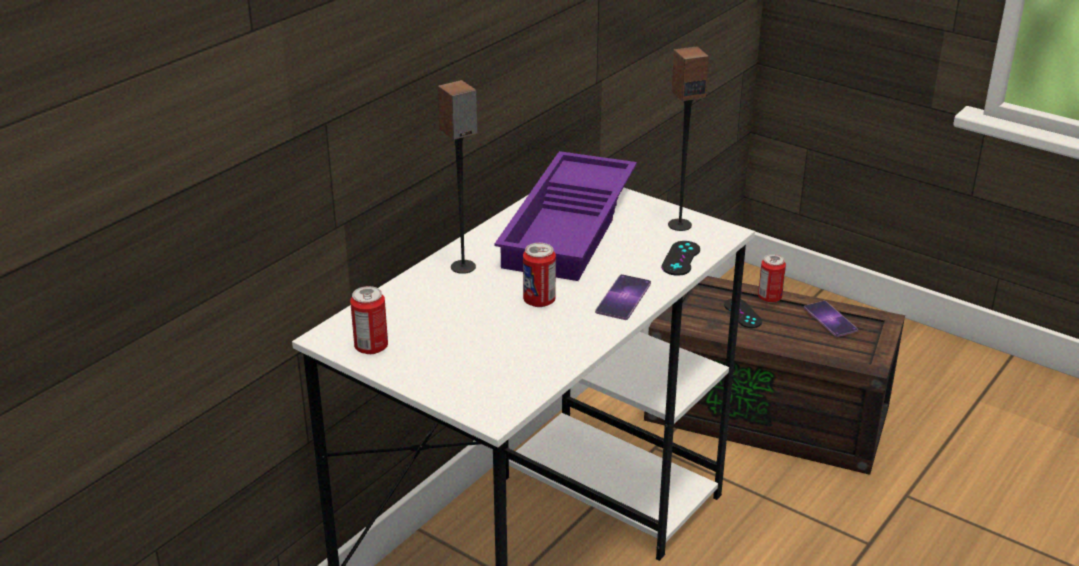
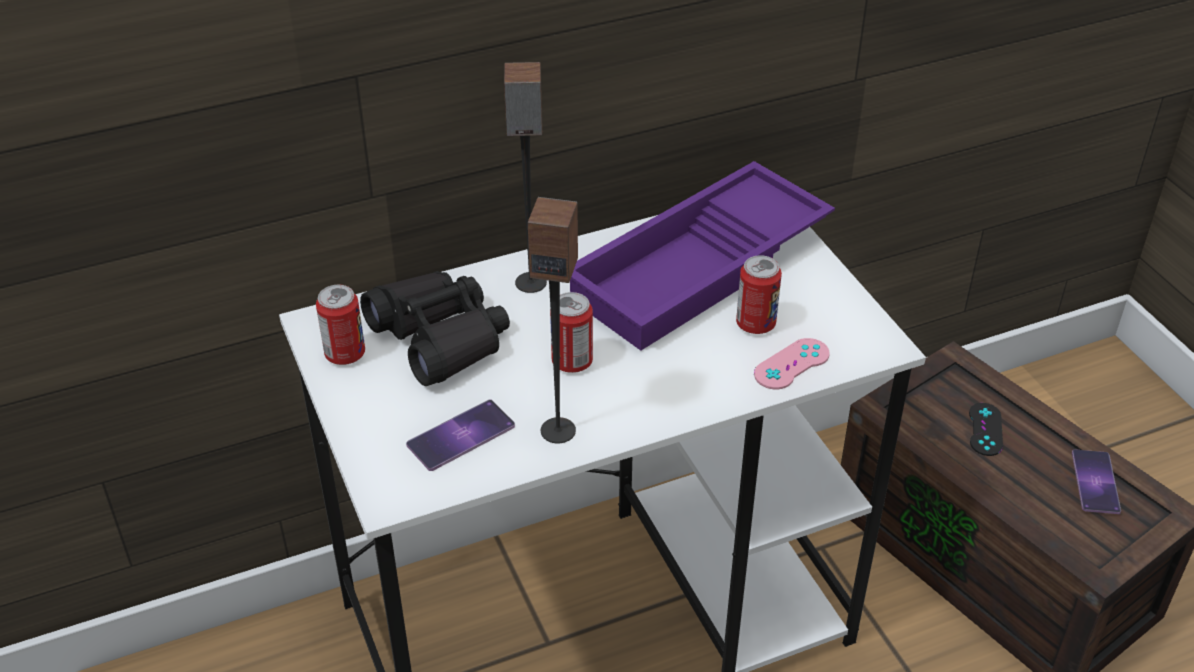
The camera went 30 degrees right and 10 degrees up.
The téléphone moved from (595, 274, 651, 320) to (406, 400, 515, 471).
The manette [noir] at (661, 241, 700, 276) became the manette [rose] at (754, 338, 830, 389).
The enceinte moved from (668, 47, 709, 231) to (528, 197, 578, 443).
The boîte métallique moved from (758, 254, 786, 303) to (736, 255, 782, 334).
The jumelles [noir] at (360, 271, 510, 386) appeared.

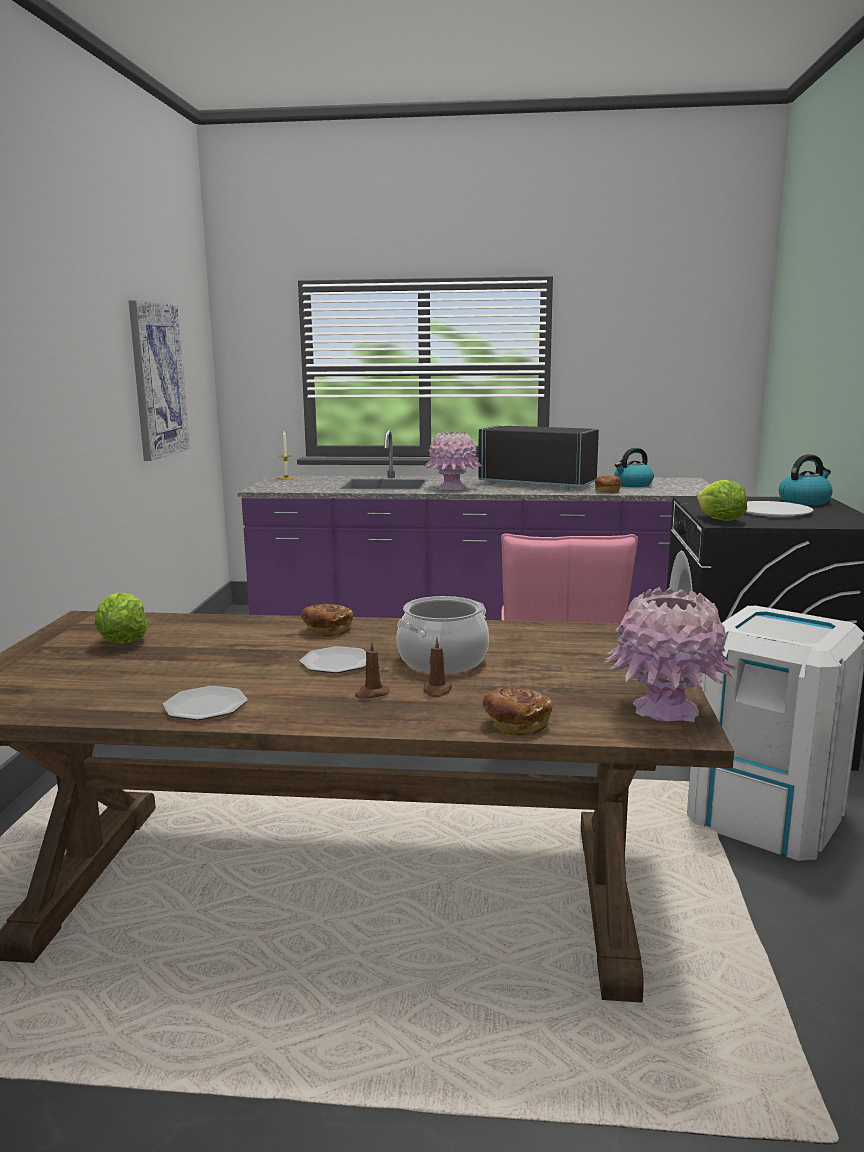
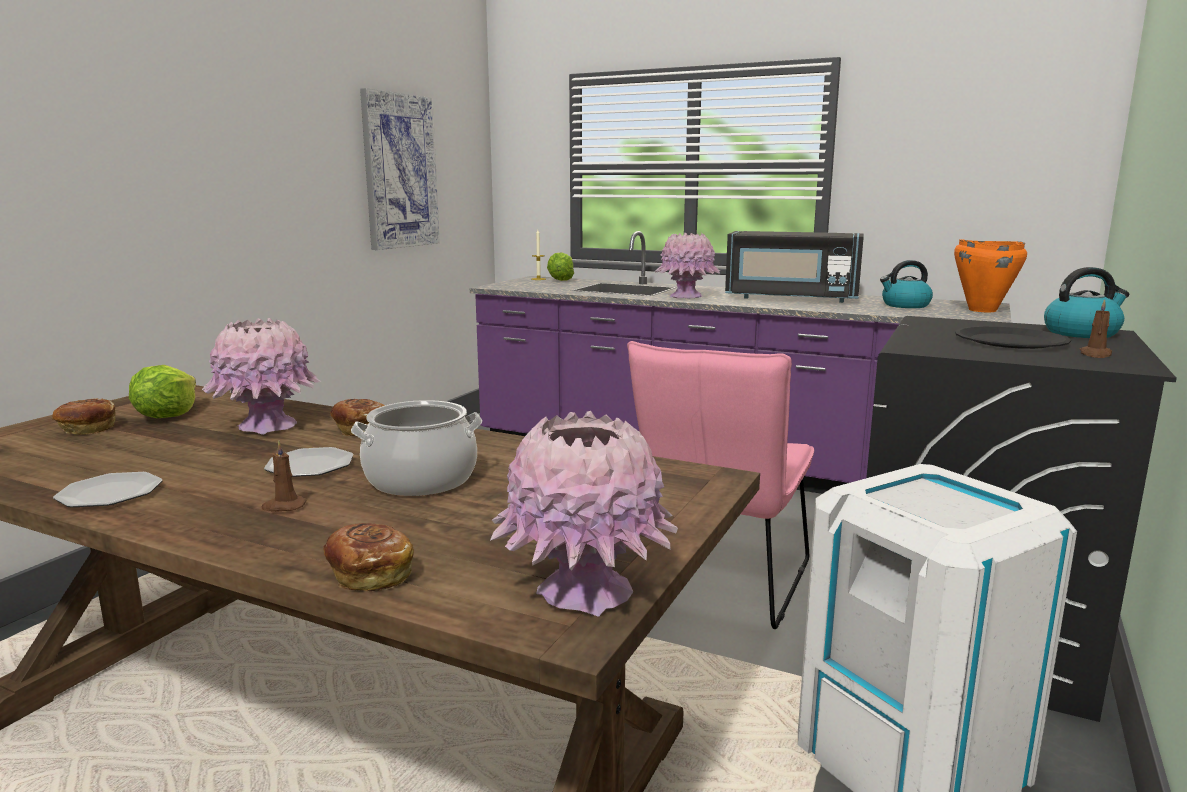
The camera went 20 degrees right and 0 degrees up.
The bougie [marron] moved from (423, 637, 452, 698) to (1080, 299, 1112, 358).
The micro-ondes [noir] at (478, 426, 599, 490) turned 150 degrees clockwise.
The pain moved from (595, 475, 621, 493) to (52, 398, 116, 435).
The laitue moved from (697, 480, 747, 521) to (547, 252, 574, 281).
The assiette [blanc] at (746, 501, 814, 517) became the assiette [noir] at (955, 326, 1071, 349).
The vase [rose] at (201, 318, 321, 435) appeared.
The marmite [orange] at (954, 239, 1027, 312) appeared.

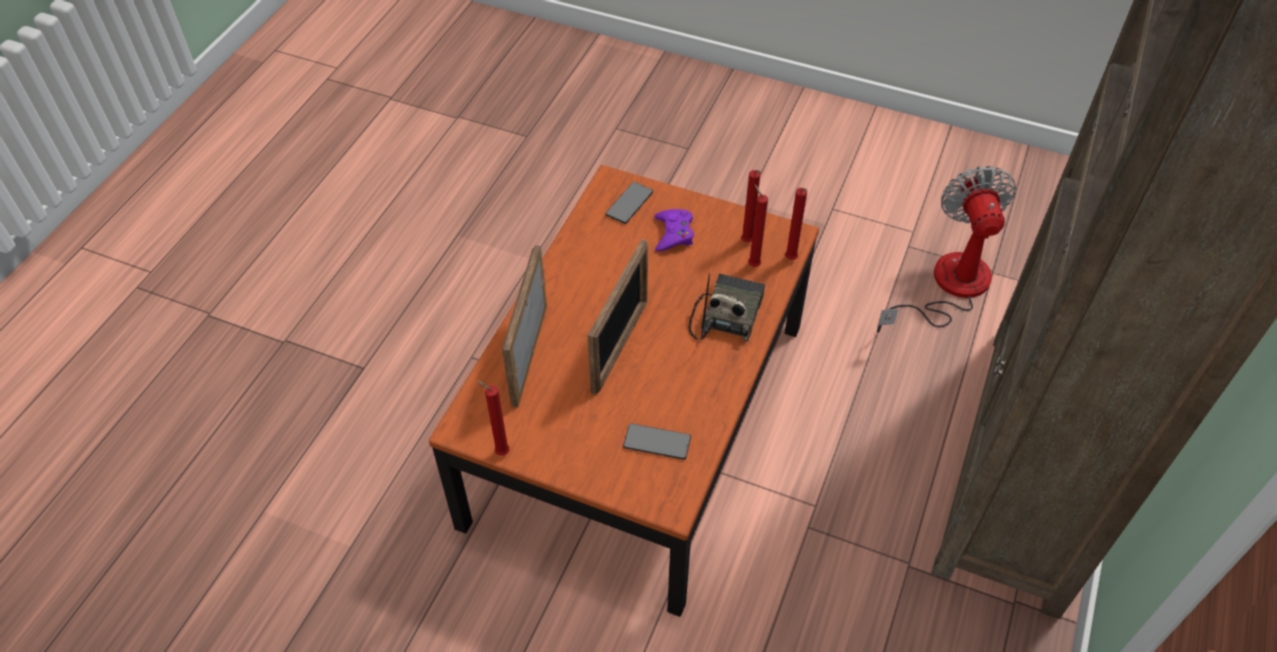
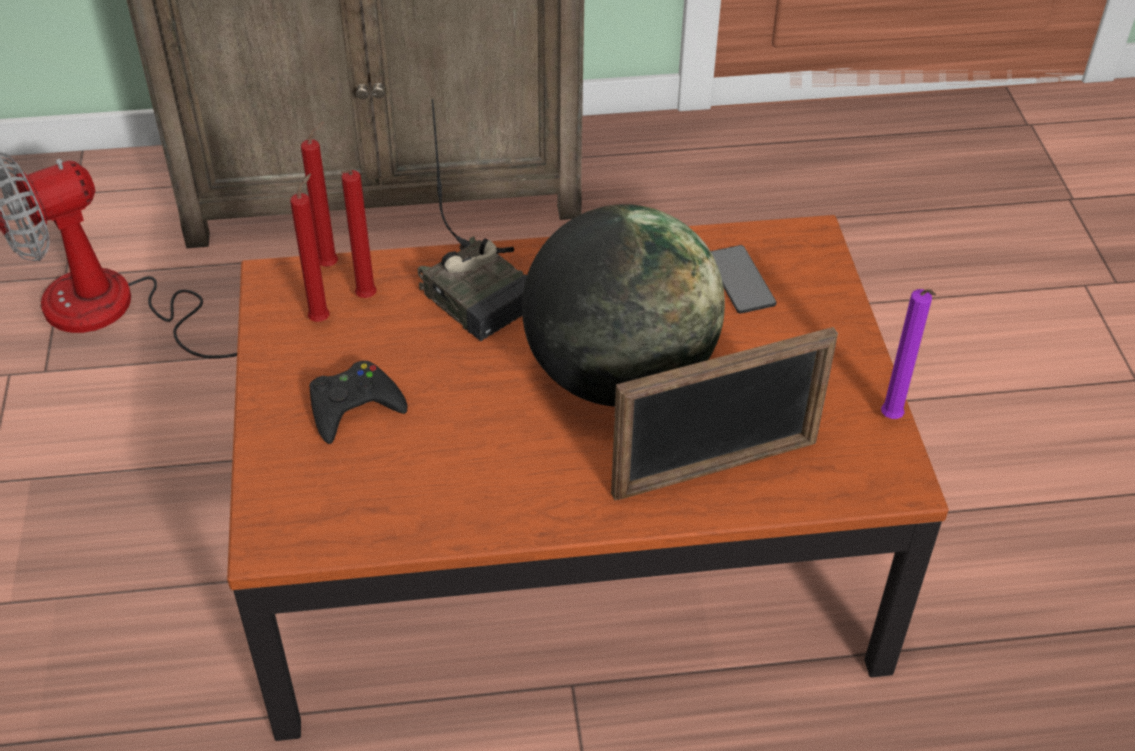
The camera went 120 degrees left and 5 degrees down.
The bougie [rouge] at (477, 381, 510, 456) became the bougie [violet] at (881, 289, 936, 419).
The cadre photo at (587, 239, 648, 395) was replaced by the globe at (522, 204, 725, 407).
The téléphone at (606, 182, 653, 224) disappeared.
The manette [violet] at (654, 209, 694, 251) became the manette [noir] at (309, 361, 407, 444).
The radio at (688, 273, 765, 342) turned 120 degrees counterclockwise.

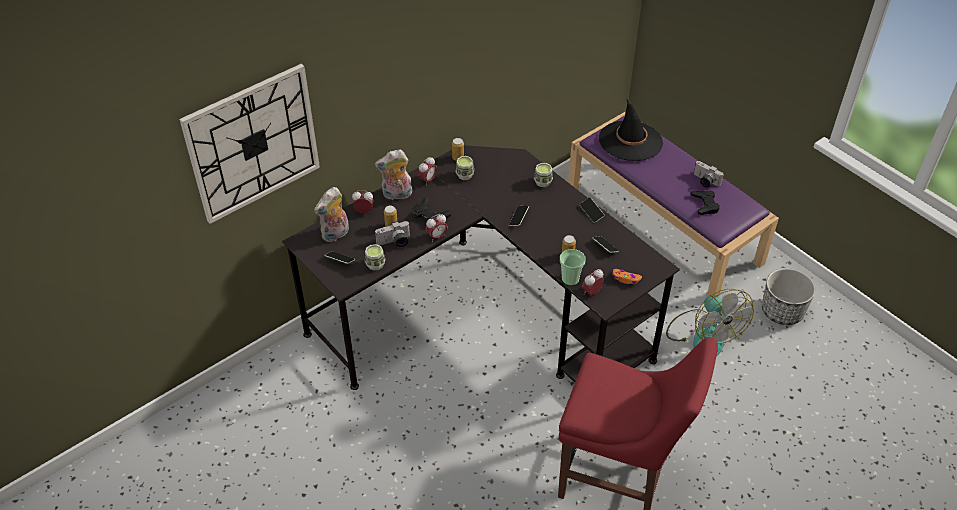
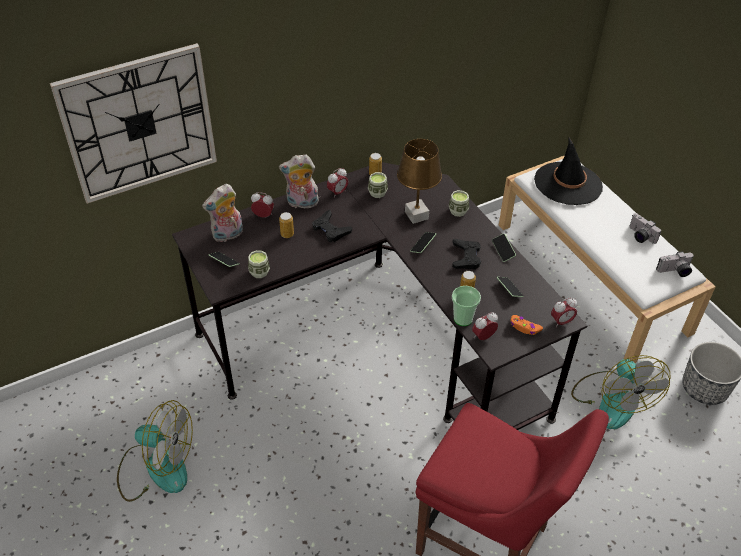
The camera went 10 degrees right and 0 degrees up.
The appareil photo moved from (375, 221, 410, 247) to (656, 251, 694, 277).
The réveil moved from (426, 214, 448, 242) to (551, 298, 577, 327).
The banc [violet] at (568, 112, 779, 297) became the banc [blanc] at (499, 155, 716, 363).
The manette [noir] moved from (690, 191, 720, 215) to (452, 239, 481, 269).
The ventilateur at (117, 400, 193, 502) appeared.
The lampe de table [marron] at (397, 139, 442, 224) appeared.

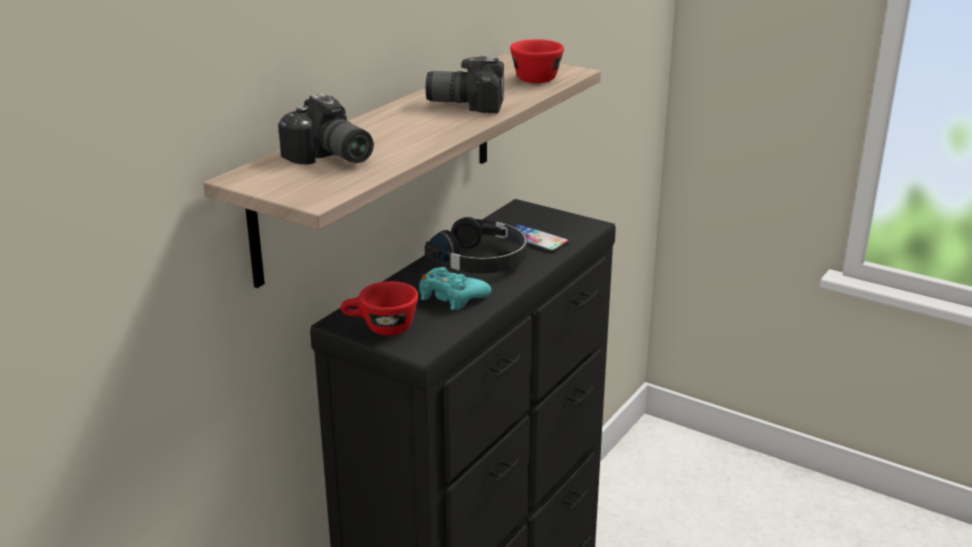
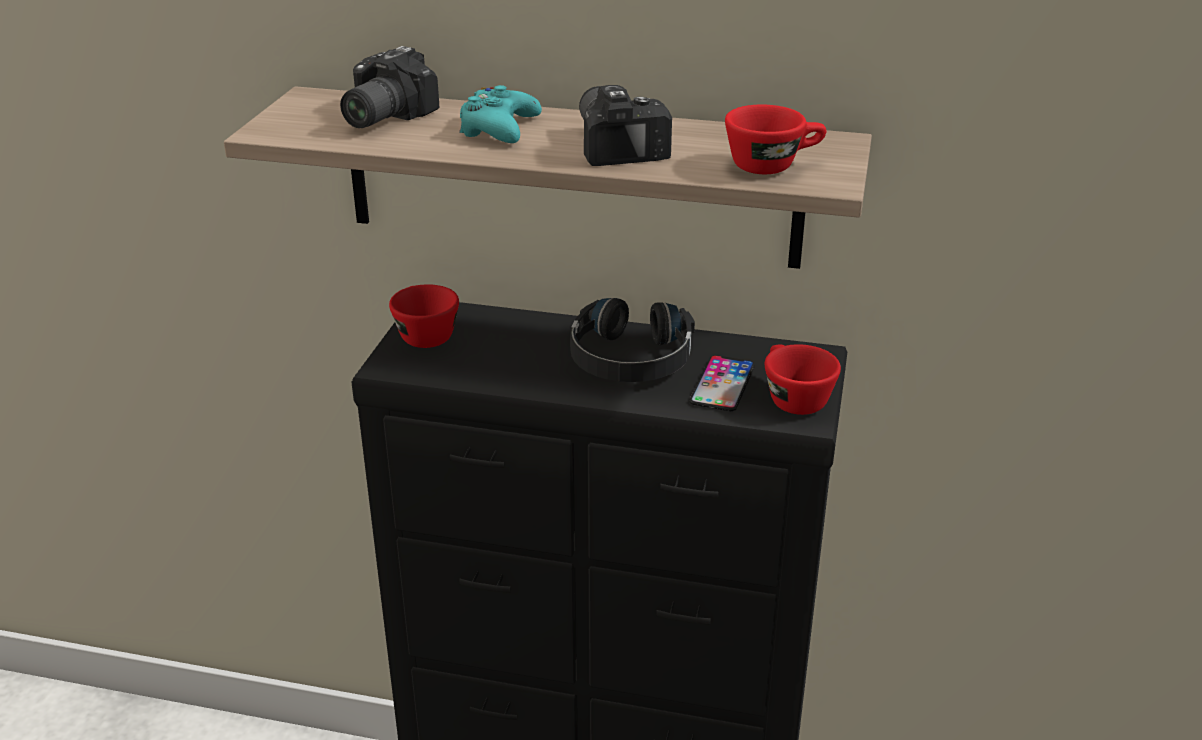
The camera went 70 degrees right and 5 degrees up.
The manette [turquoise] moved from (419, 267, 491, 310) to (459, 85, 542, 143).
The tasse [rouge] at (765, 344, 841, 415) appeared.

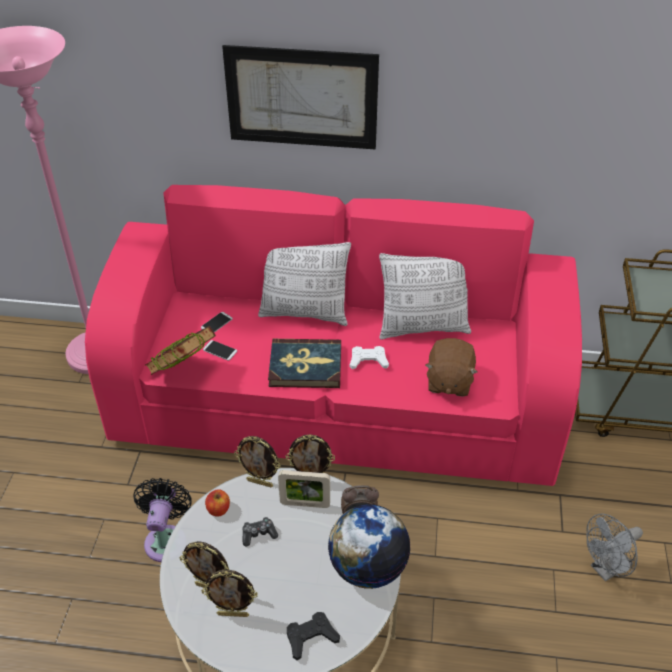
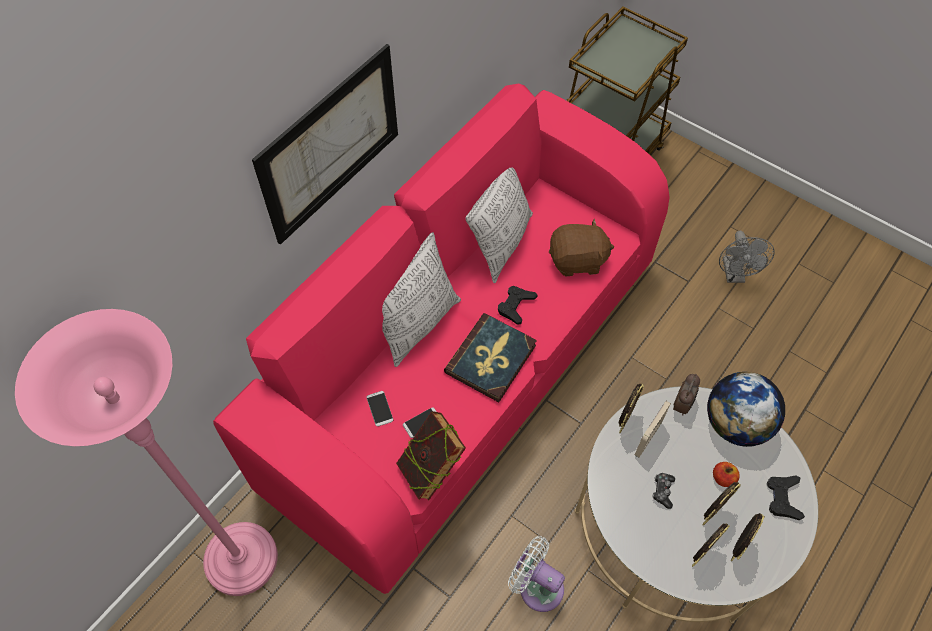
The camera went 60 degrees left and 15 degrees up.
The ventilateur [noir] at (133, 478, 192, 562) became the ventilateur [blanc] at (508, 536, 565, 612).
The pomme moved from (205, 489, 230, 517) to (713, 462, 739, 487).
The cadre photo moved from (234, 436, 281, 487) to (703, 482, 741, 525).
The manette [blanc] at (350, 346, 389, 369) became the manette [noir] at (498, 286, 537, 324).
The peluche [marron] at (425, 338, 478, 397) turned 45 degrees counterclockwise.

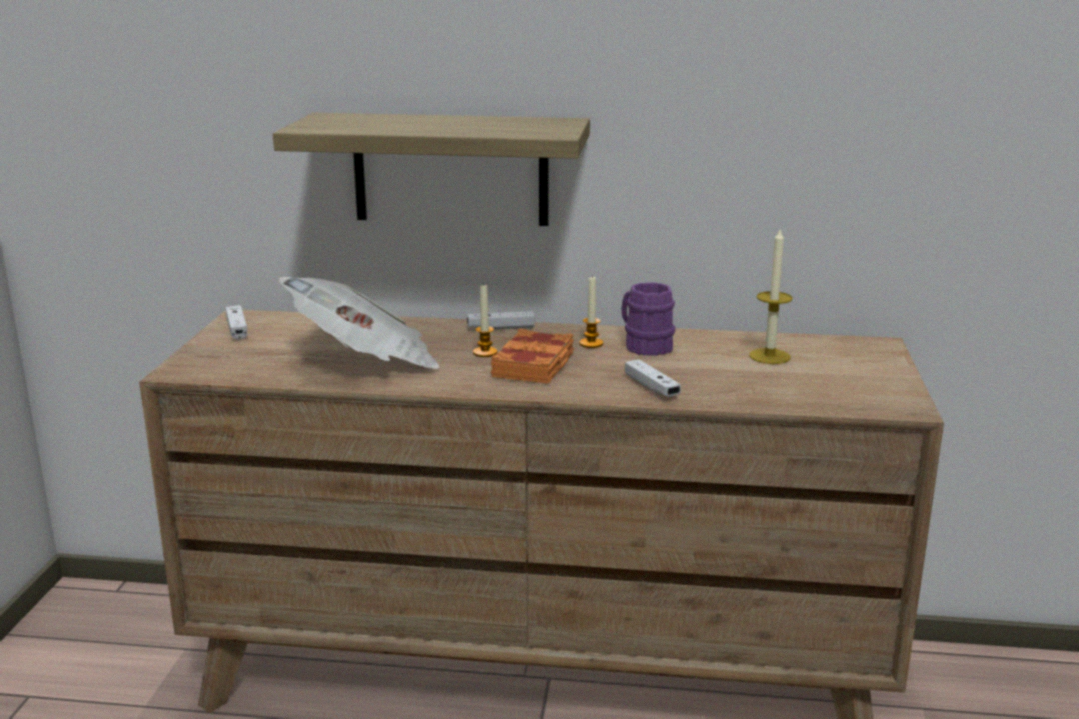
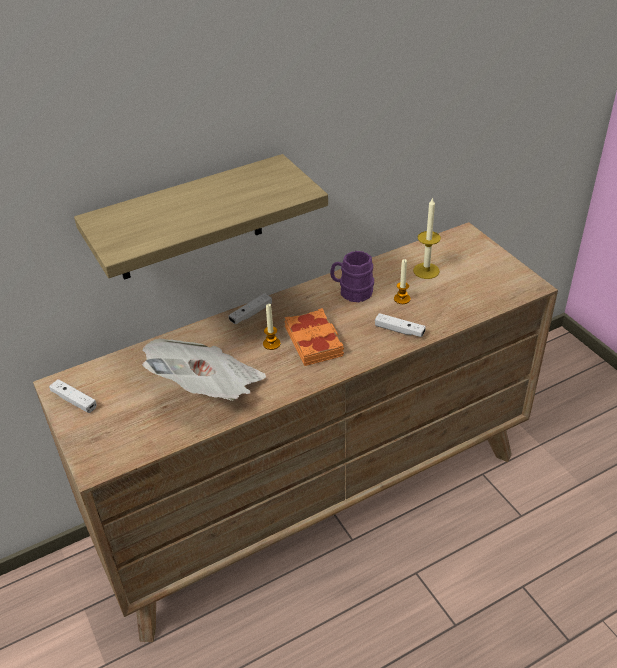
The camera went 35 degrees left and 20 degrees up.
The bougie moved from (579, 275, 603, 348) to (394, 259, 410, 304).

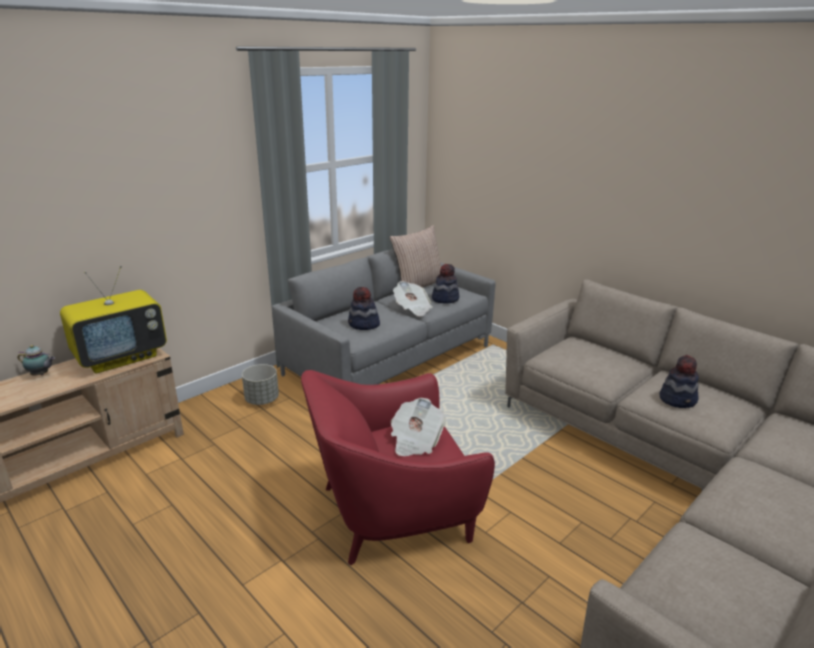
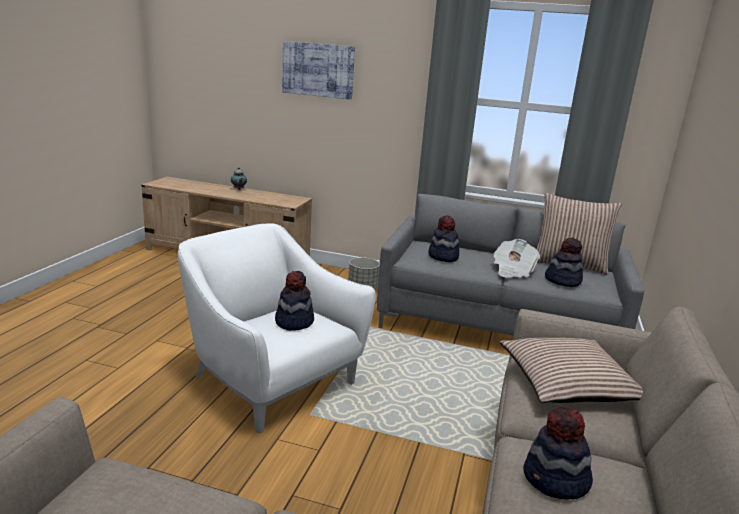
The camera went 60 degrees right and 5 degrees down.
The téléviseur at (60, 266, 167, 374) disappeared.
The fauteuil [rouge] at (301, 370, 495, 565) became the fauteuil [blanc] at (178, 223, 376, 433).
The journal at (390, 398, 446, 456) was replaced by the chapeau at (275, 271, 314, 331).
The tableau at (282, 41, 355, 100) appeared.
The coussin at (500, 338, 643, 403) appeared.

